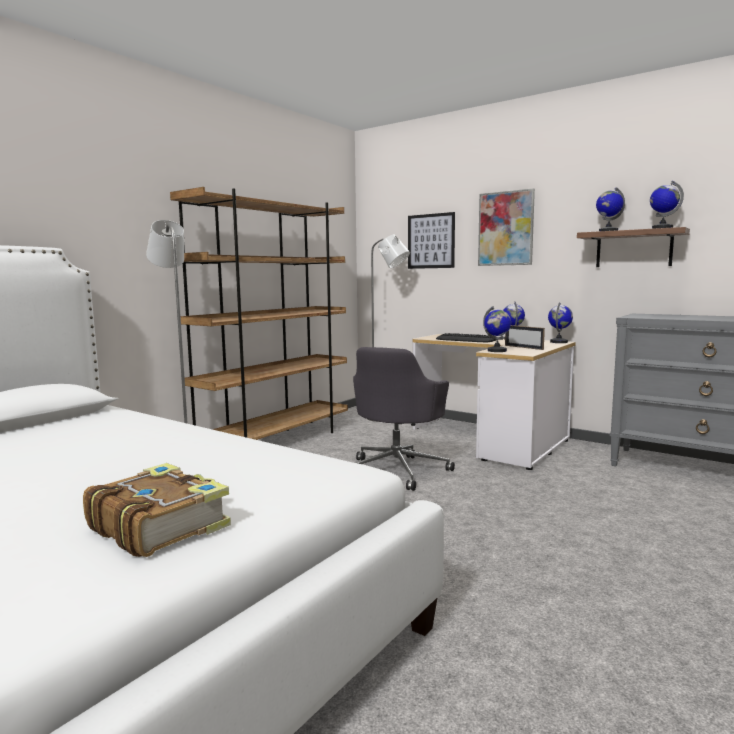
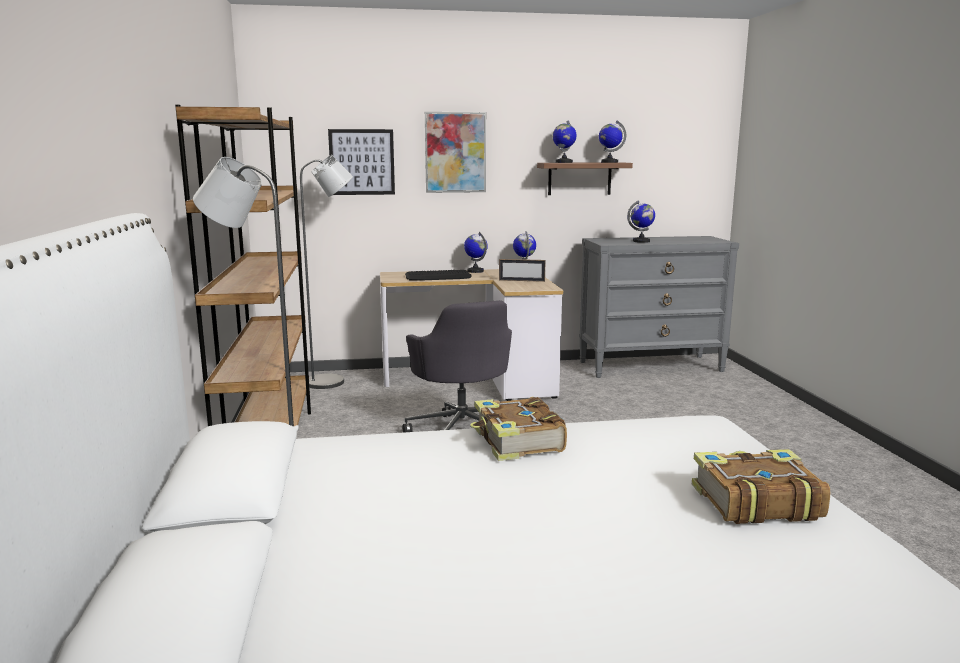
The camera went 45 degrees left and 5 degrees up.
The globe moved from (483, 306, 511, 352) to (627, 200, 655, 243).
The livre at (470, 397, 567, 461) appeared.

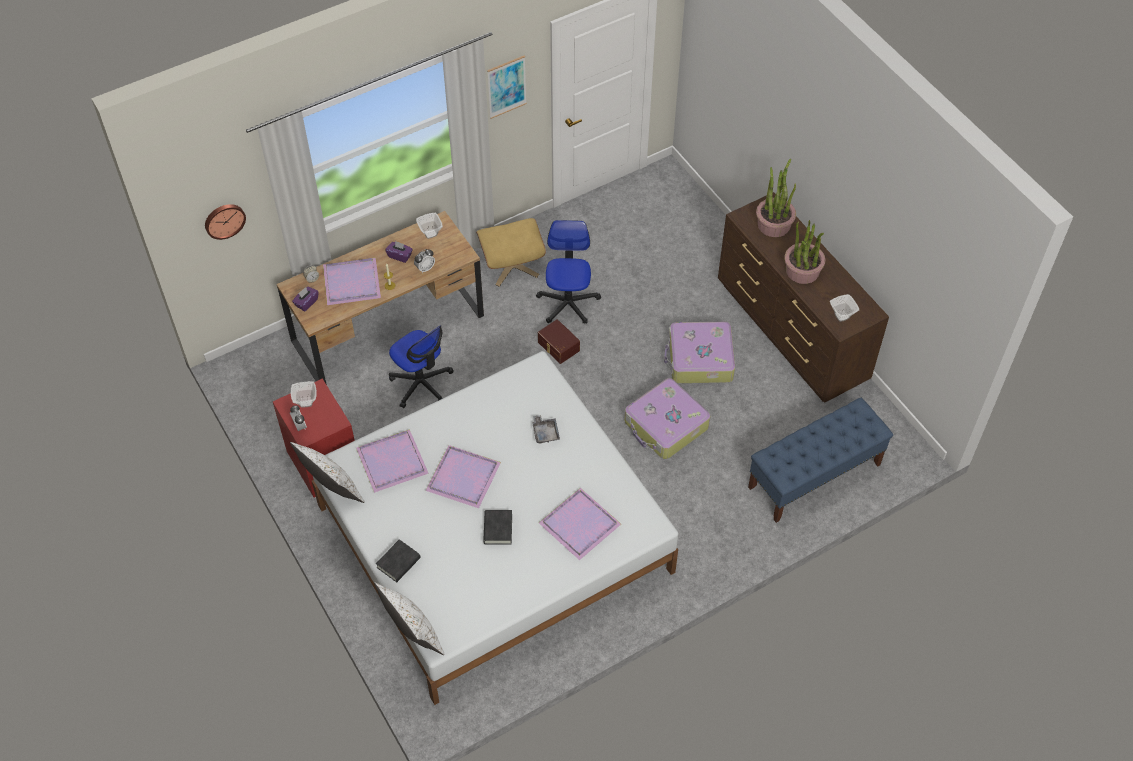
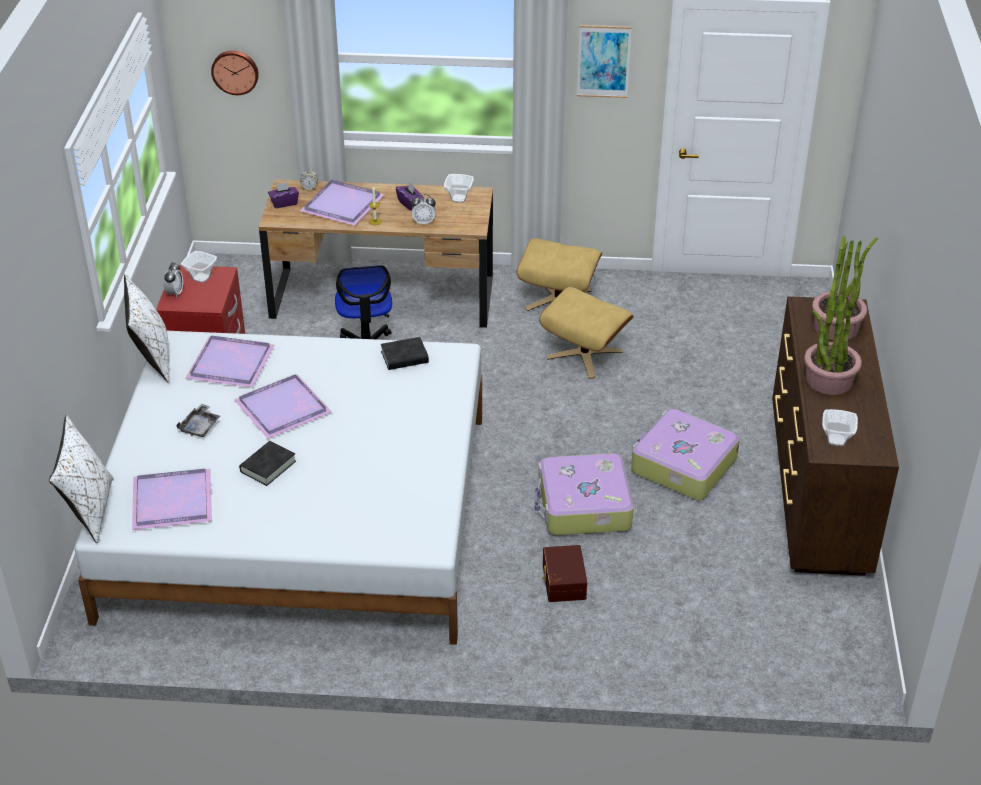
The camera went 35 degrees right and 15 degrees down.
The livre [noir] moved from (376, 539, 421, 582) to (381, 337, 429, 370).
The plateau [gris] moved from (532, 415, 560, 444) to (176, 404, 220, 437).
The chaise de bureau at (536, 220, 601, 324) was replaced by the pouf [beige] at (539, 287, 634, 379).
The boîte de rangement [marron] moved from (538, 319, 580, 364) to (542, 545, 587, 602).
The plateau [violet] moved from (539, 488, 621, 560) to (132, 469, 212, 530).
The banc [bleu] at (748, 398, 893, 523) disappeared.

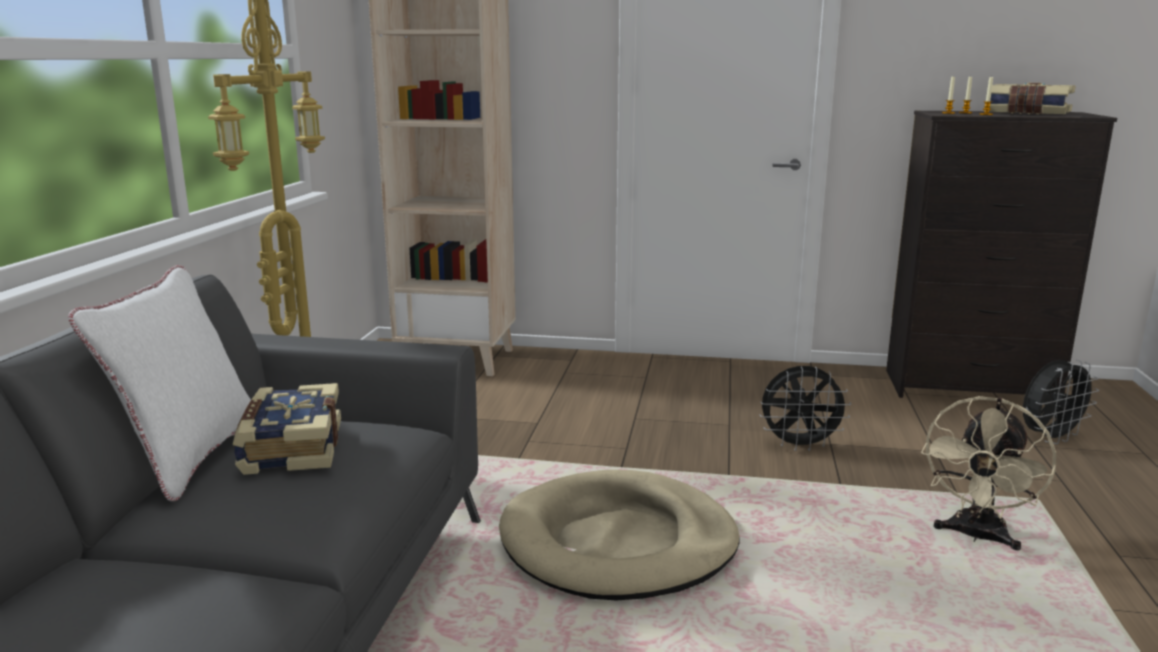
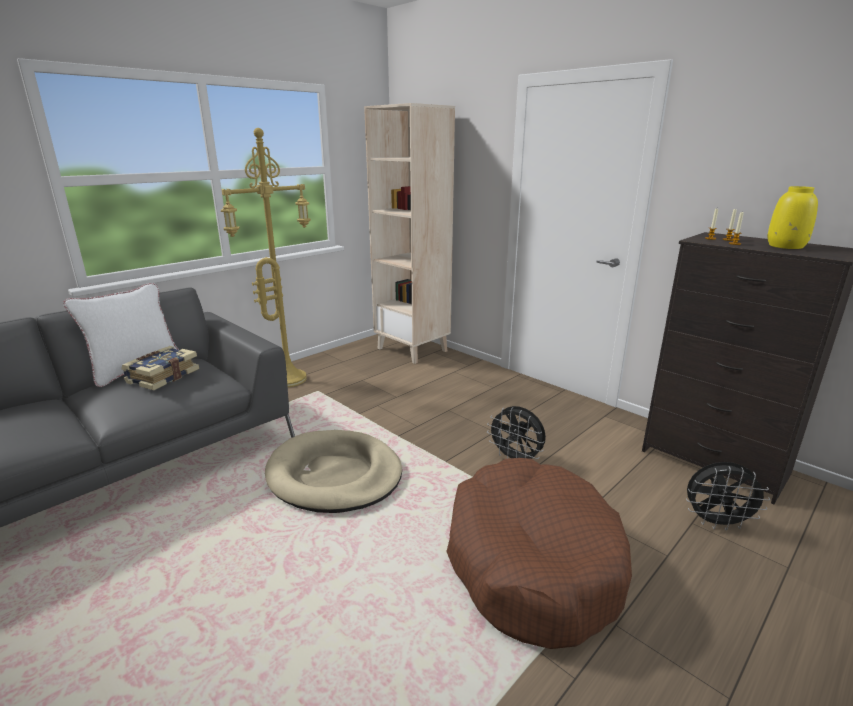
The camera went 35 degrees right and 5 degrees up.
The ventilateur [beige] at (921, 396, 1056, 550) was replaced by the panier pour chien [marron] at (446, 458, 632, 649).
The livre at (989, 83, 1076, 115) was replaced by the vase [jaune] at (767, 186, 818, 249).

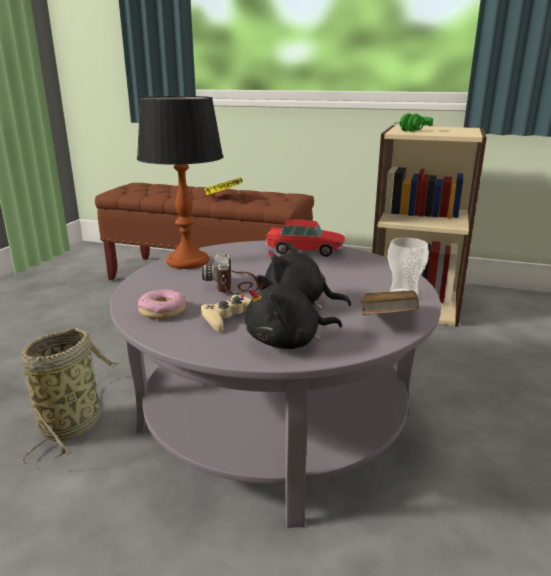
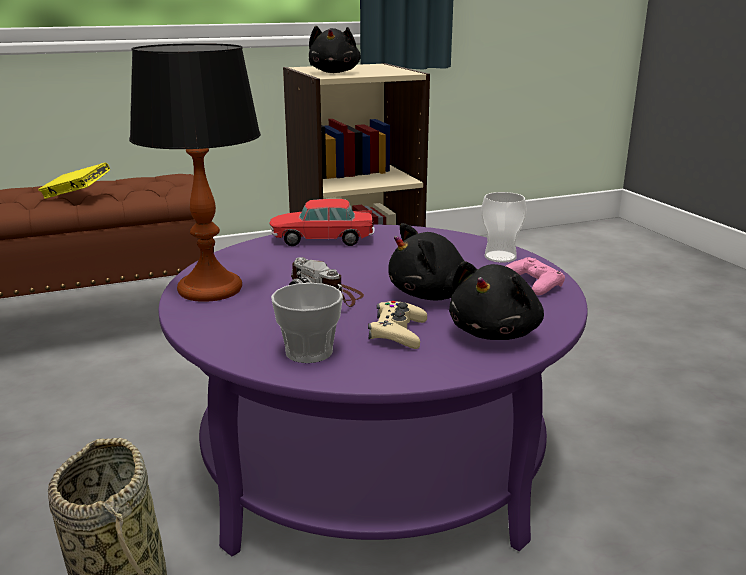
The camera went 40 degrees left and 0 degrees up.
The table basse [gris] at (110, 241, 441, 528) became the table basse [violet] at (158, 225, 588, 556).
The beignet at (138, 289, 186, 319) was replaced by the tasse at (271, 283, 343, 363).
The petite voiture at (265, 219, 345, 257) turned 150 degrees counterclockwise.
The livre [marron] at (360, 291, 419, 315) was replaced by the manette [rose] at (506, 257, 565, 295).
The casque audio [vert] at (393, 113, 433, 132) was replaced by the peluche [noir] at (309, 26, 361, 73).

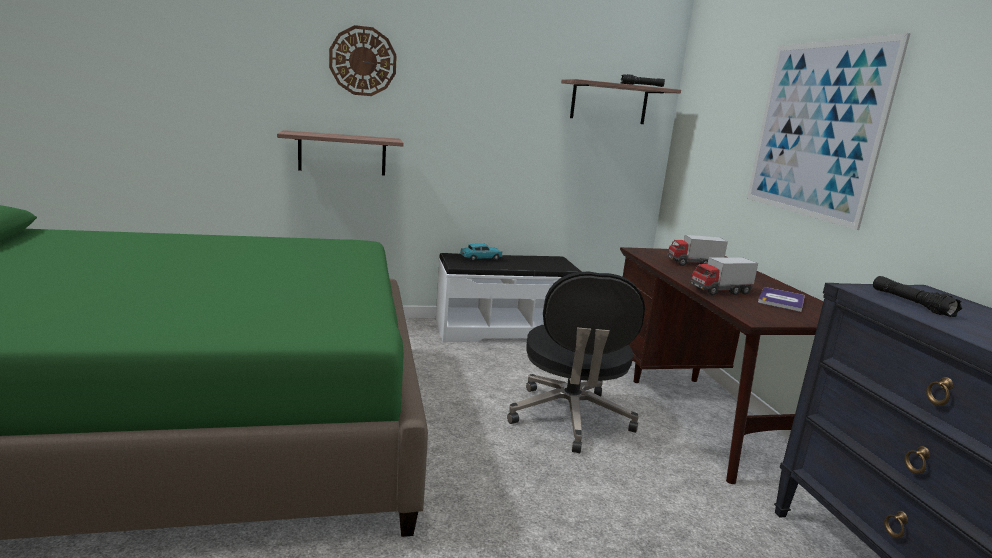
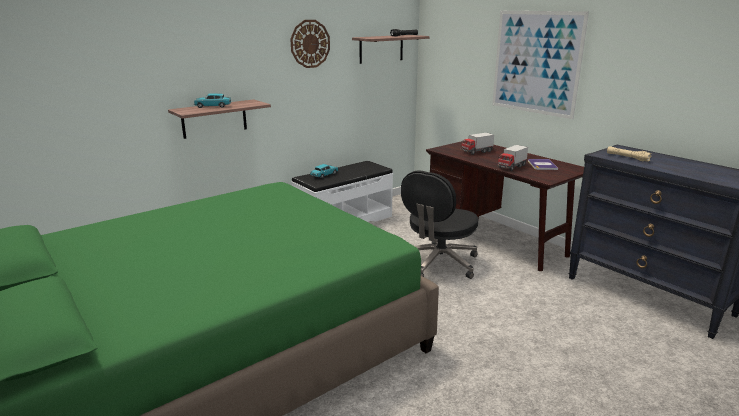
The camera went 25 degrees left and 5 degrees up.
The horloge murale moved from (329, 25, 397, 96) to (290, 20, 330, 68).
The chaise de bureau [noir] at (507, 272, 645, 453) turned 60 degrees clockwise.
The lampe de poche [noir] at (873, 276, 962, 317) became the lampe de poche [beige] at (607, 146, 652, 162).
The petite voiture [turquoise] at (194, 93, 232, 108) appeared.

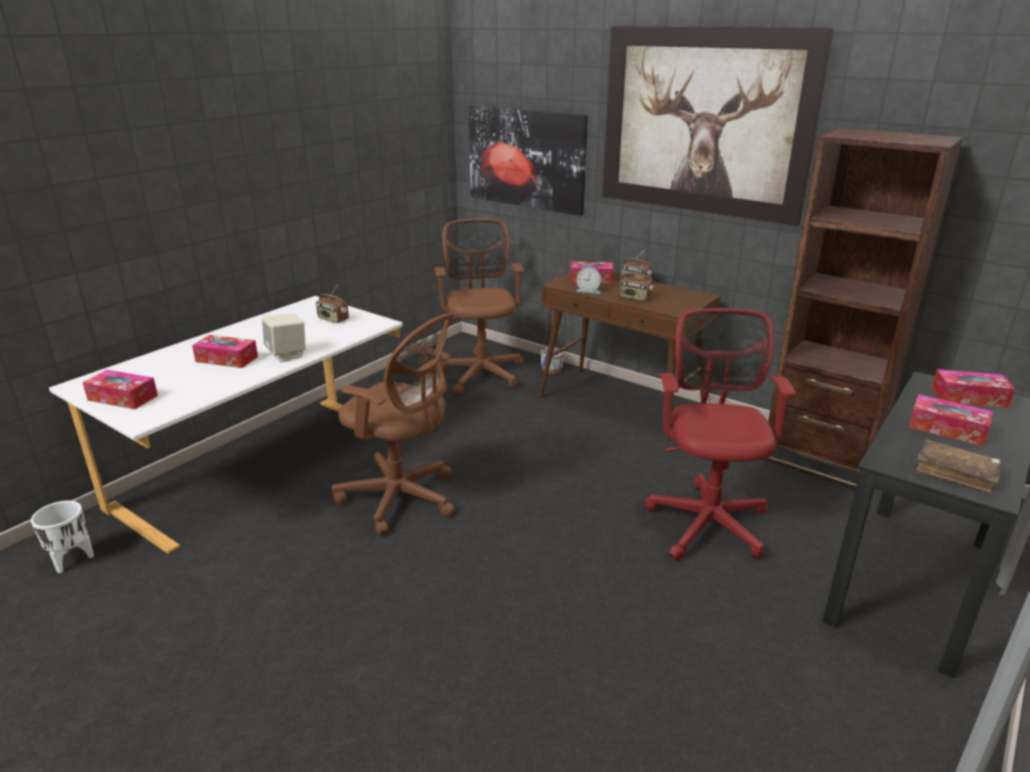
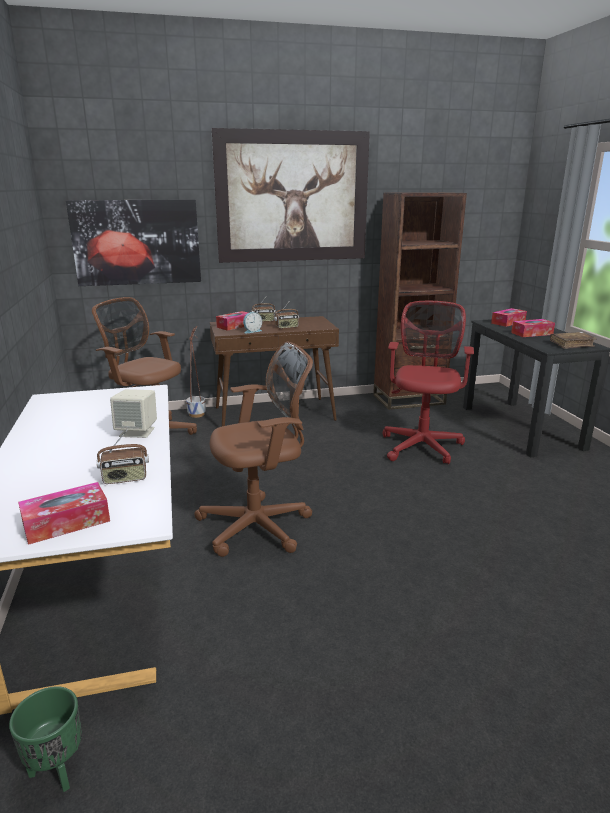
The camera went 50 degrees left and 5 degrees down.
The cache-pot [blanc] at (31, 501, 94, 573) became the cache-pot [vert] at (9, 686, 82, 792).
The boîte à mouchoirs at (192, 335, 258, 368) disappeared.
The radio moved from (316, 285, 349, 323) to (97, 429, 149, 484).
The chaise de bureau [rouge] at (644, 308, 796, 561) turned 60 degrees clockwise.

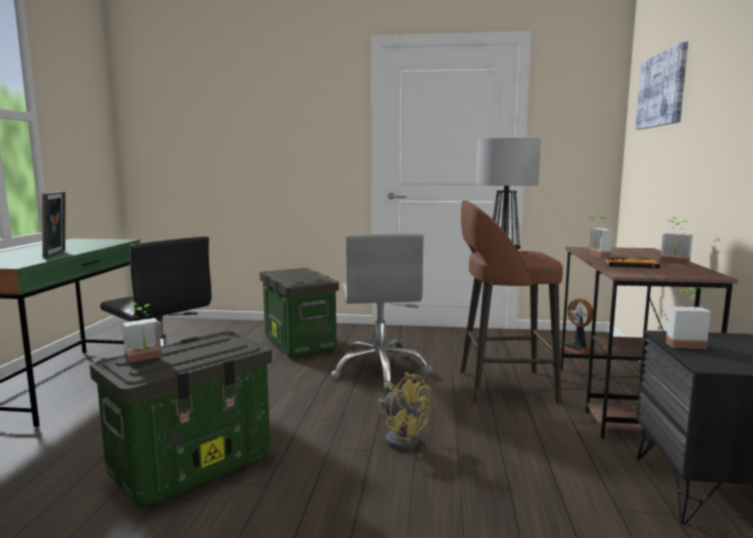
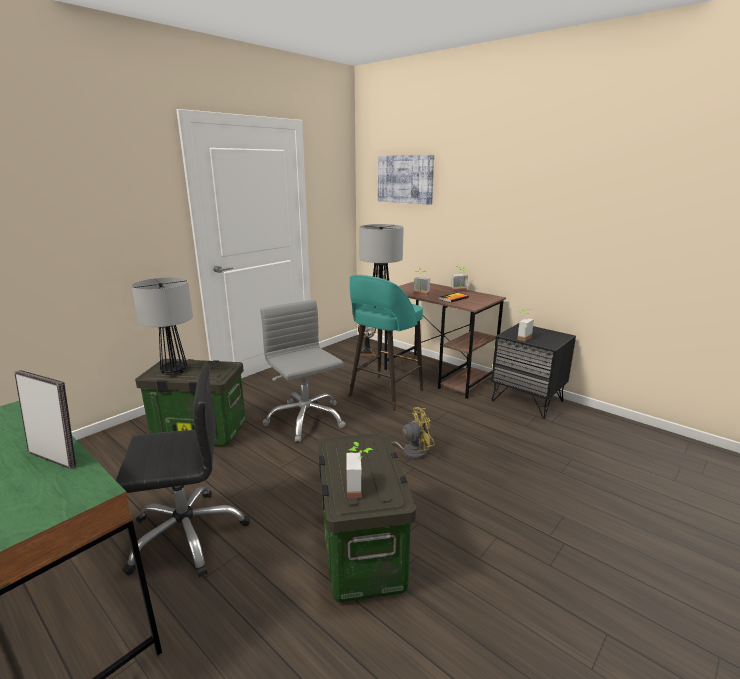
The camera went 55 degrees left and 10 degrees up.
The chaise de bureau [gris] at (331, 234, 432, 390) turned 150 degrees counterclockwise.
The tabouret [marron] at (460, 200, 563, 404) became the tabouret [turquoise] at (349, 275, 423, 411).
The lampe de table at (132, 277, 193, 373) appeared.

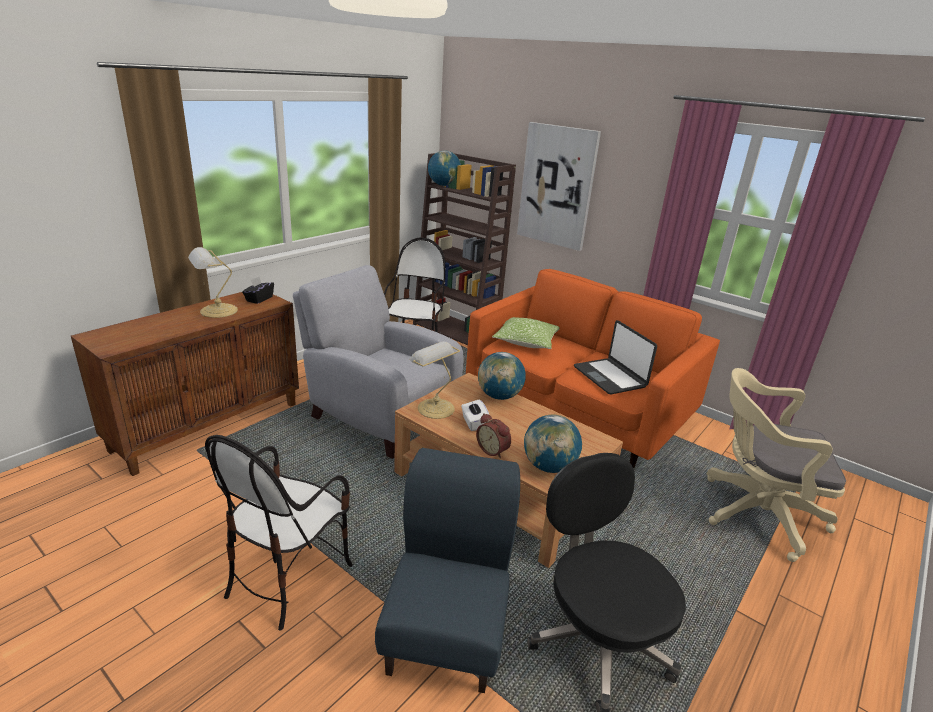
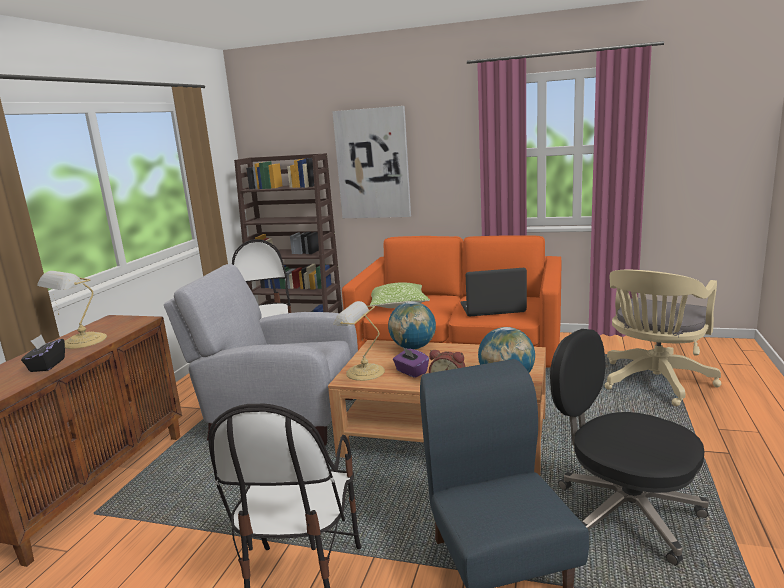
The camera went 20 degrees left and 10 degrees down.
The boîte à mouchoirs [noir] moved from (242, 277, 274, 304) to (21, 335, 65, 372).
The globe at (428, 151, 461, 186) disappeared.
The boîte à mouchoirs [blanc] at (461, 400, 489, 431) became the boîte à mouchoirs [violet] at (393, 347, 429, 378).
The ordinateur portable at (574, 320, 657, 394) turned 135 degrees clockwise.
The chaise de bureau [beige] at (707, 368, 846, 562) turned 45 degrees counterclockwise.

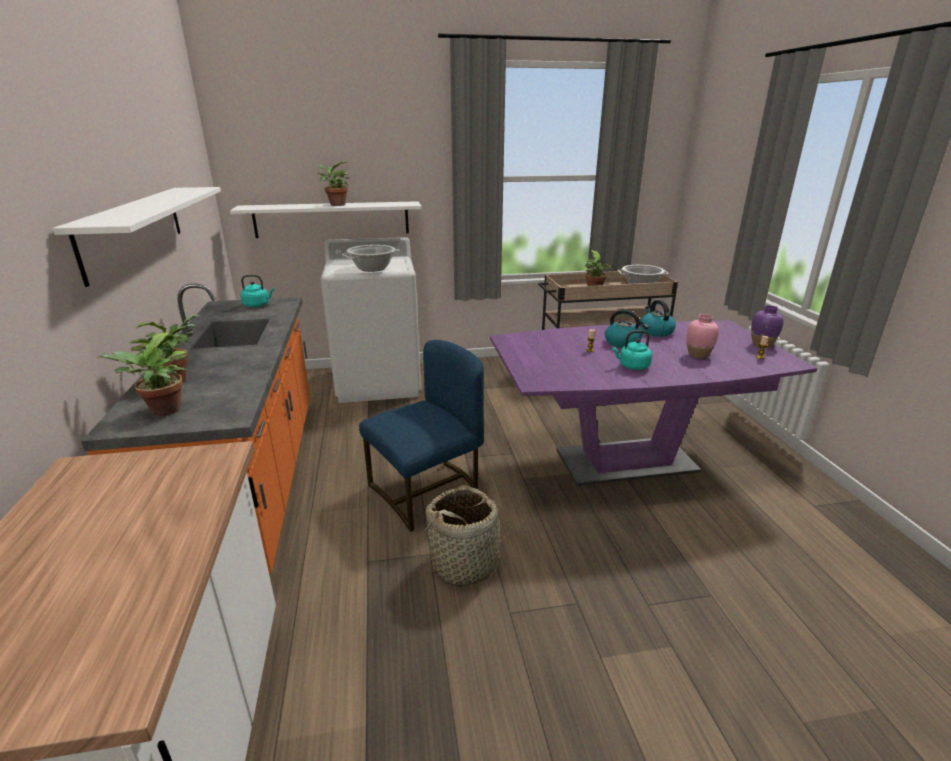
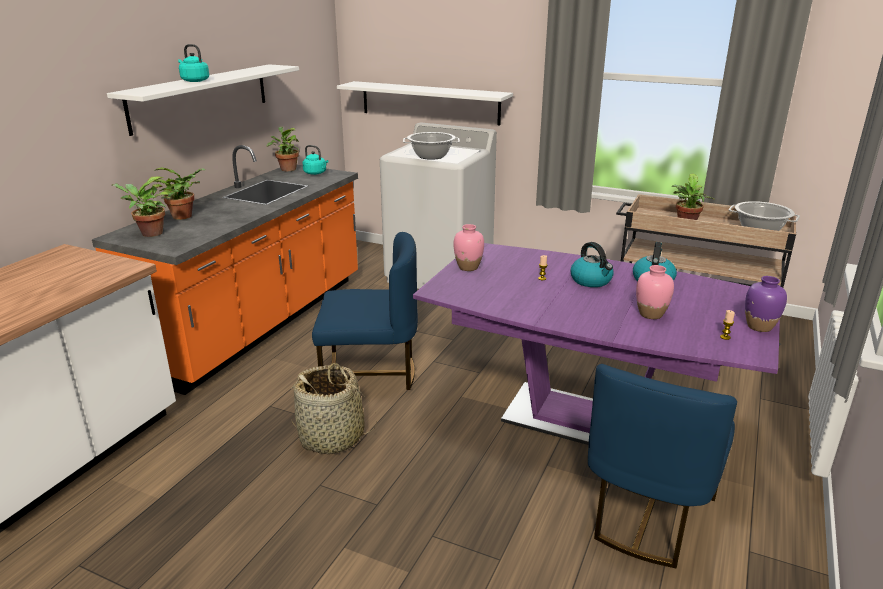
The camera went 35 degrees right and 0 degrees up.
The plante en pot moved from (317, 161, 349, 206) to (266, 127, 300, 171).
The bouilloire [turquoise] moved from (612, 330, 652, 370) to (178, 44, 209, 82).
The vase [rose] at (453, 224, 484, 271) appeared.
The chaise [bleu] at (588, 364, 737, 568) appeared.

